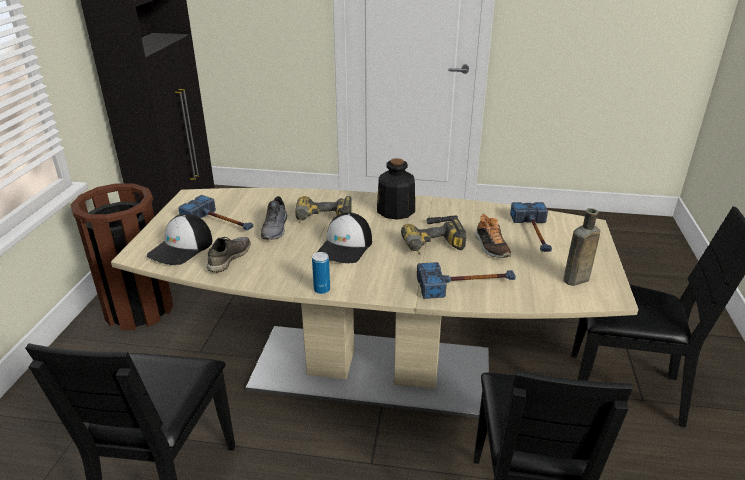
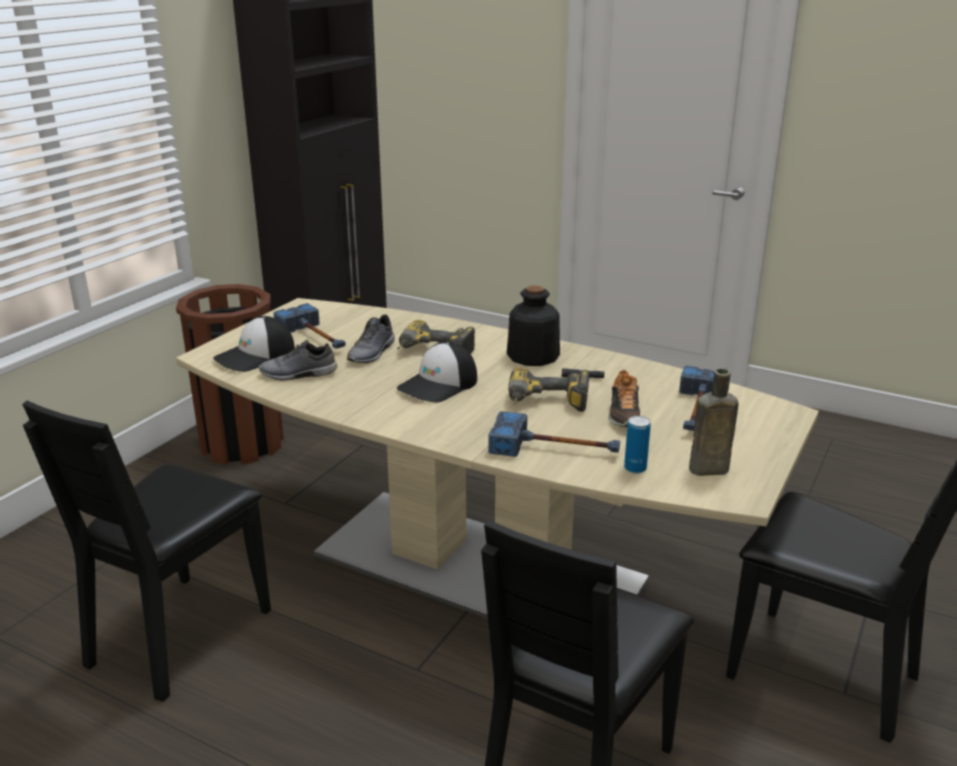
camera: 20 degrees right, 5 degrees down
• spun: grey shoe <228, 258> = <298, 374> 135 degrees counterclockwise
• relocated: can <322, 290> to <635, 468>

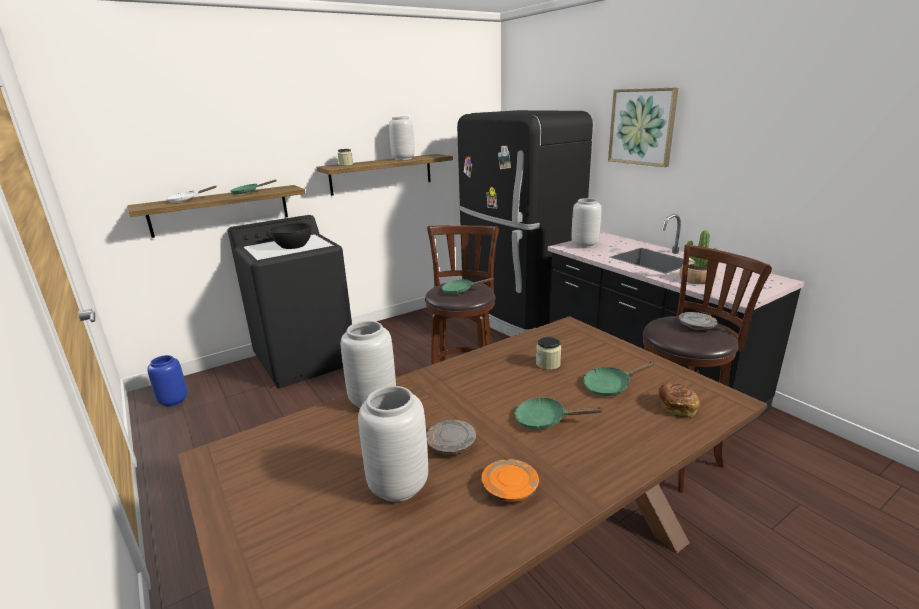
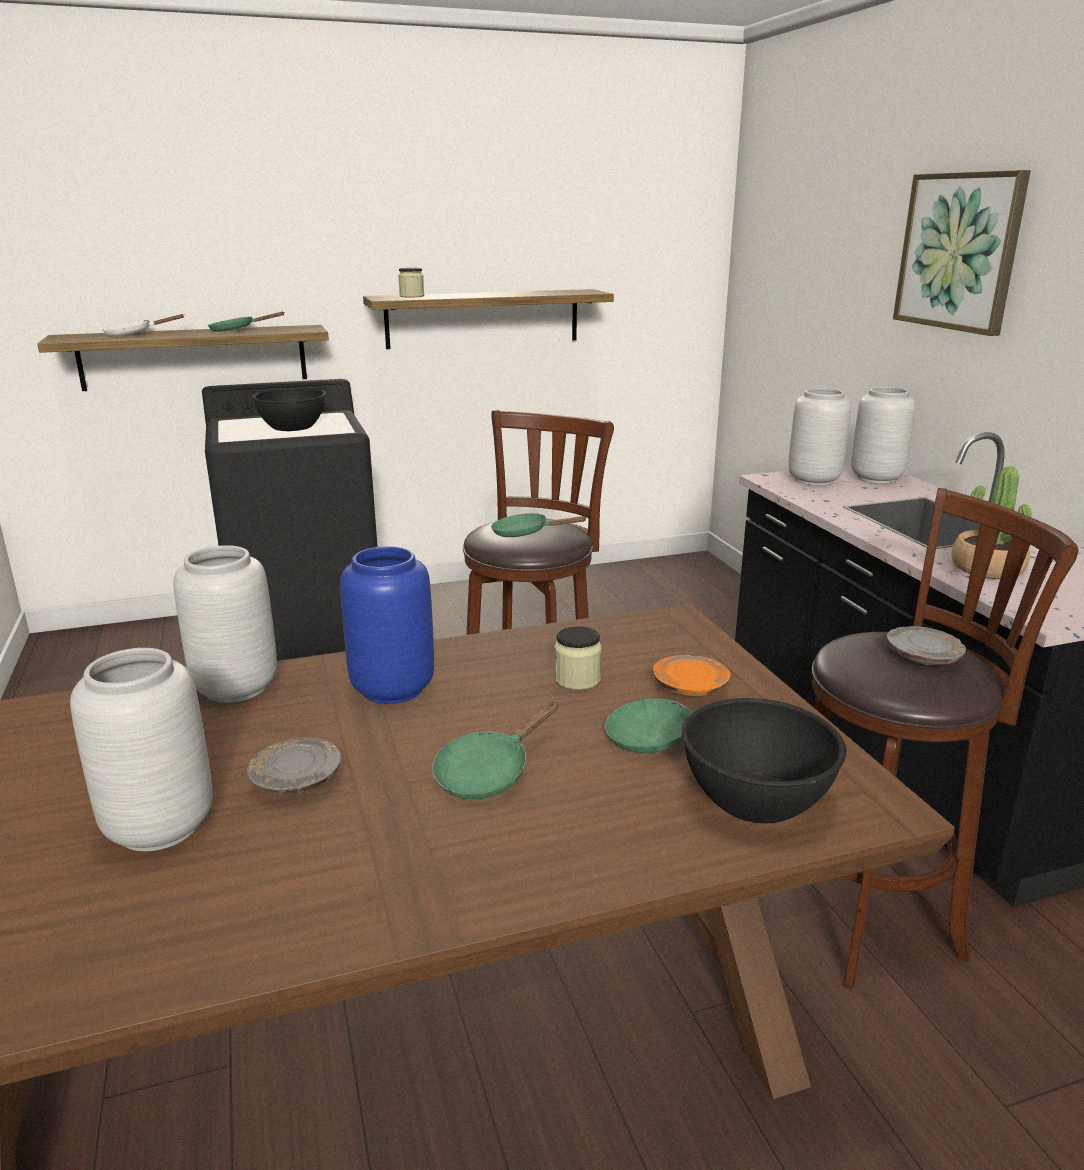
camera: 15 degrees right, 0 degrees up
• relocated: blue vase <174, 400> to <394, 688>
• spun: green frying pan <545, 420> = <488, 772> 75 degrees counterclockwise
• relocated: orange plate <509, 488> to <689, 687>
• exchanged: bread <676, 407> to black bowl <755, 797>
• relocated: grey vase <403, 159> to <875, 478>
• missing: black fridge <516, 315>

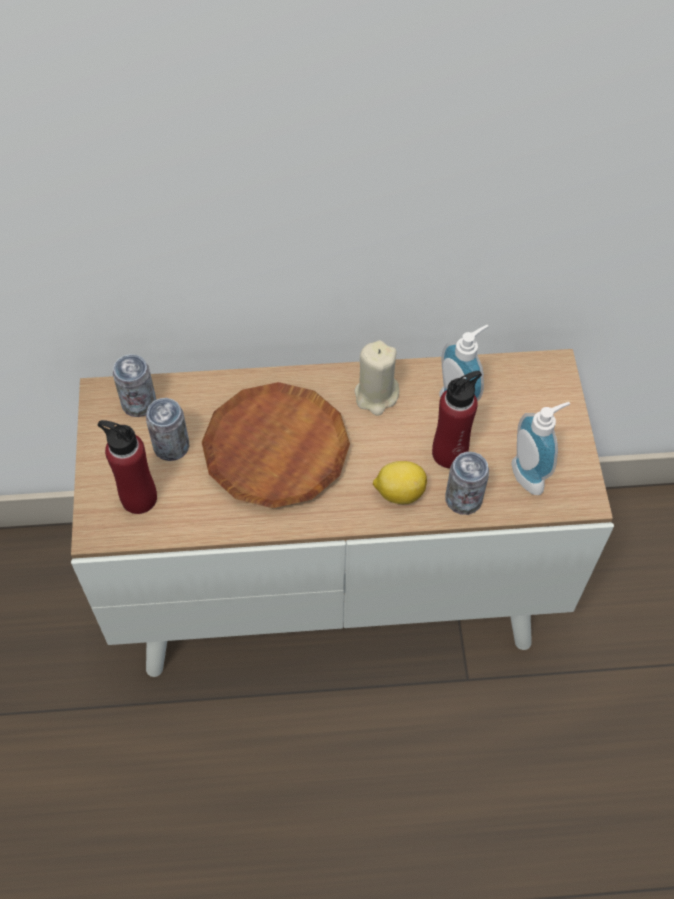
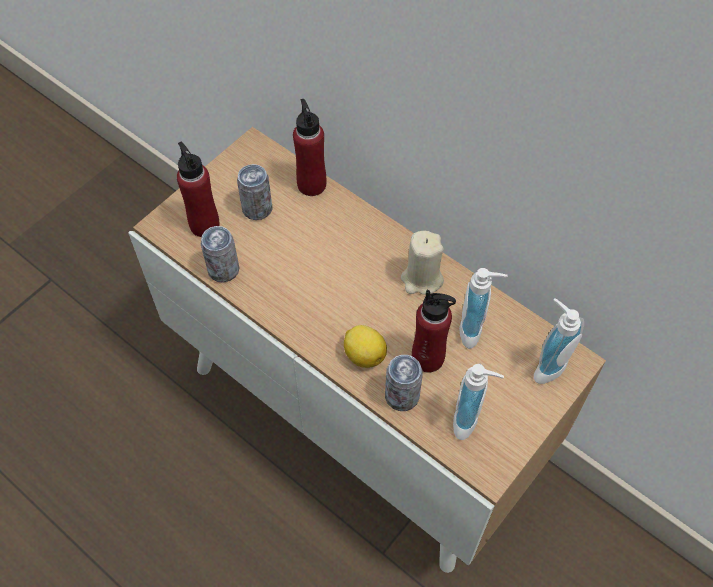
camera: 45 degrees right, 0 degrees up
• relocated: can <139, 403> to <223, 270>
• appeared: red bottle <311, 184>
• appeared: soap dispenser <546, 365>
• missing: brown plate <276, 450>

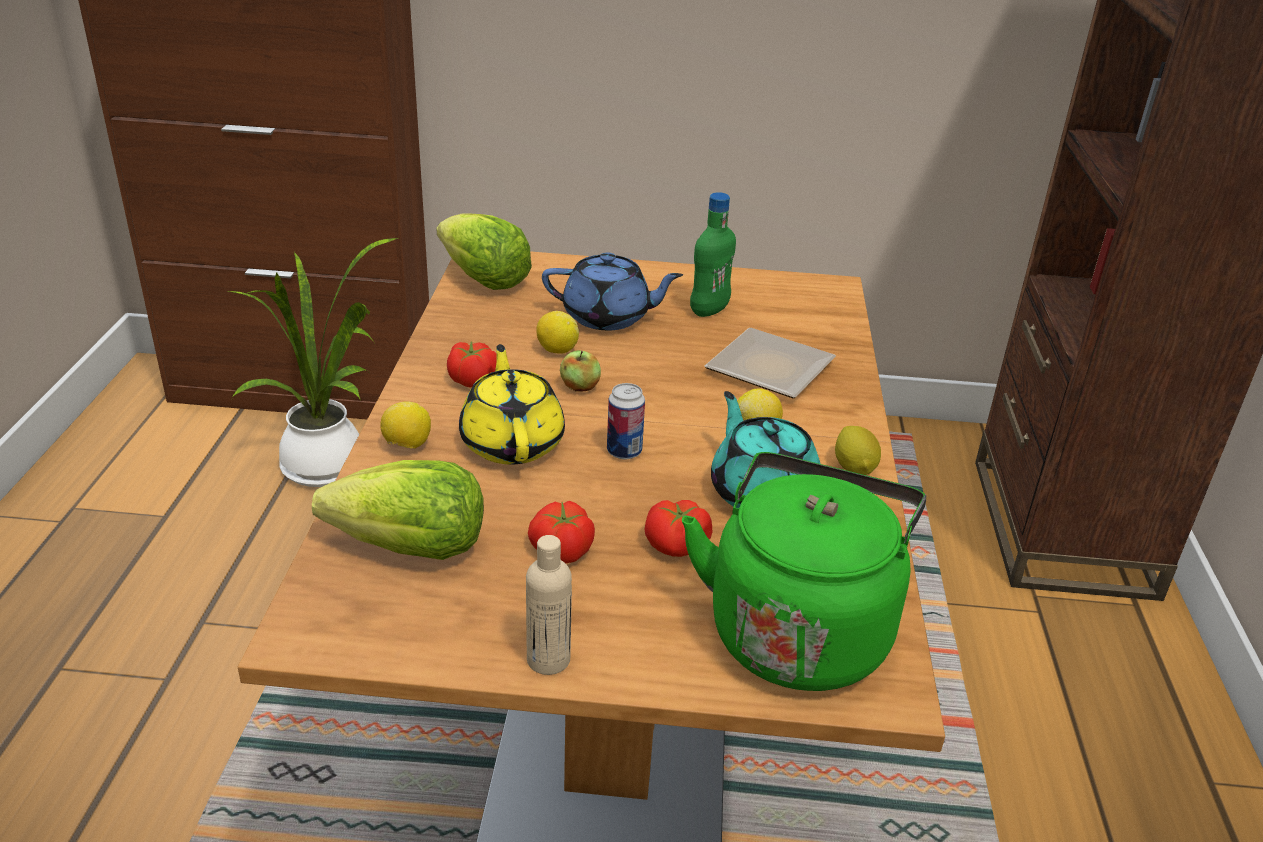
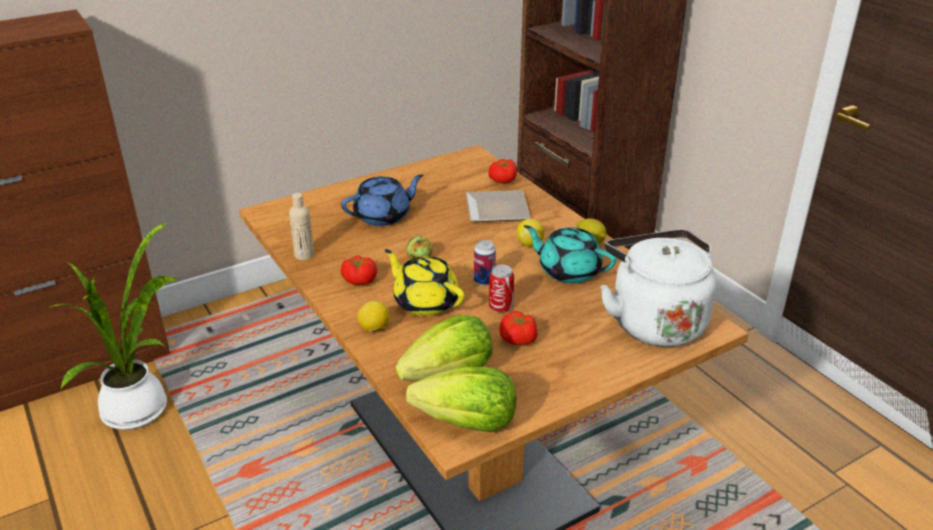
camera: 35 degrees left, 0 degrees up
• relocated: beige bottle <548, 659> to <304, 255>
• relocated: lettuce <484, 280> to <468, 423>
• relocated: tomato <677, 546> to <503, 180>
• appeared: can <500, 307>
• colour: green kettle <799, 629> to white kettle <654, 321>
• missing: lemon <557, 350>
• missing: green bottle <709, 310>

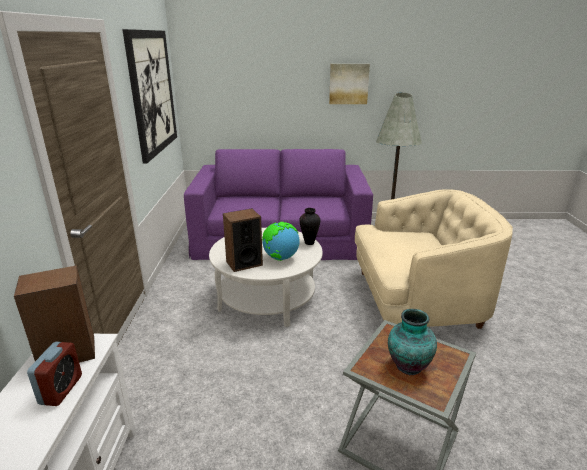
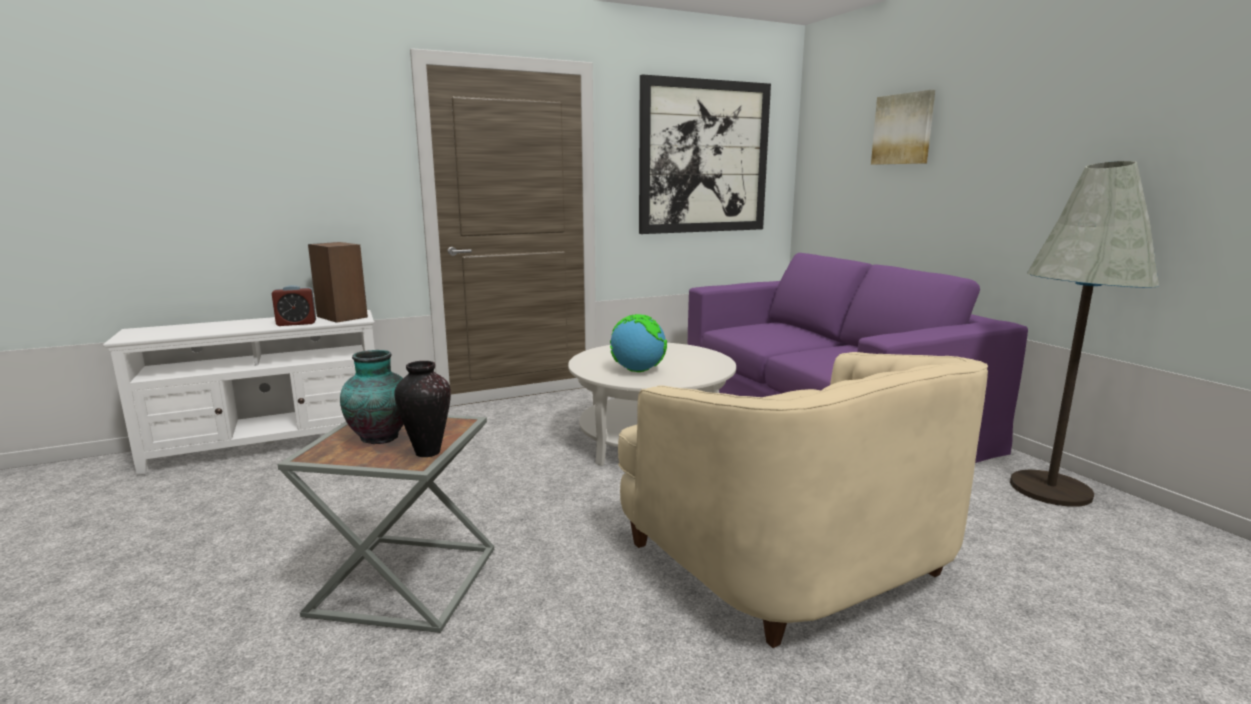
camera: 65 degrees right, 10 degrees down
• relocated: vase <309, 243> to <427, 452>
• relocated: picture <348, 84> to <903, 129>
• missing: speaker <244, 263>

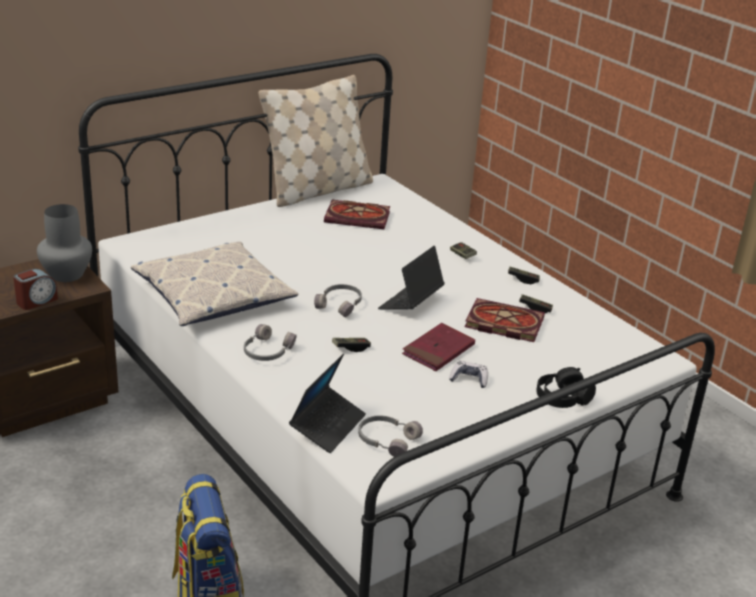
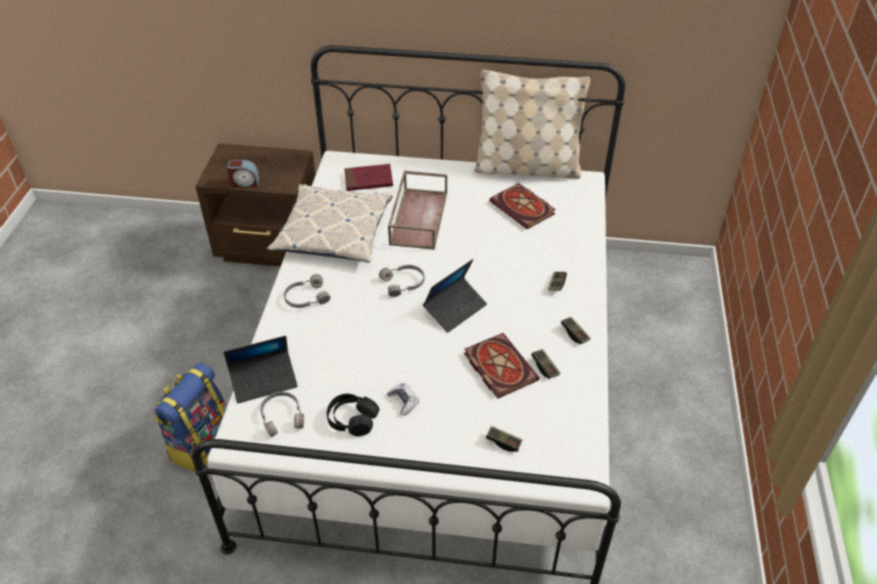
camera: 45 degrees right, 15 degrees up
• relocated: black headphones <563, 398> to <352, 420>
• relocated: red book <438, 350> to <368, 180>
• appeared: brown tray <418, 217>
• spun: laptop <410, 303> = <455, 309> 150 degrees clockwise
• relocated: game controller <351, 348> to <503, 442>
• missing: grey vase <66, 275>

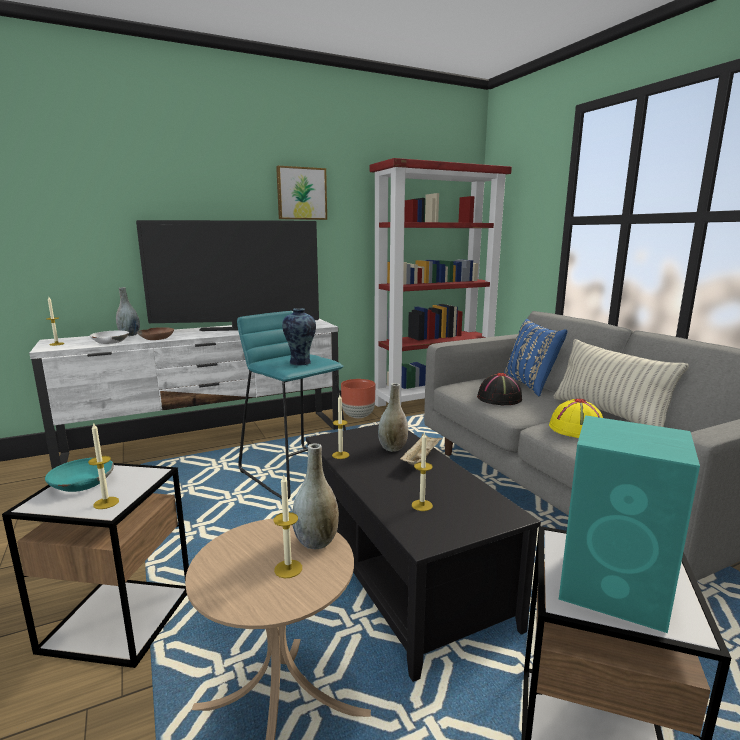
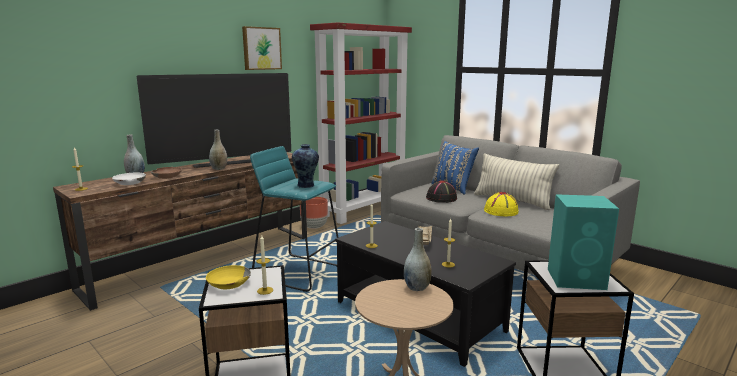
camera: 20 degrees left, 0 degrees up
• colour: white tv stand <210, 441> to brown tv stand <205, 261>
• colour: turquoise bowl <80, 483> to yellow bowl <228, 284>
• relocated: grey vase <392, 448> to <219, 169>
• missing: candle <288, 569>

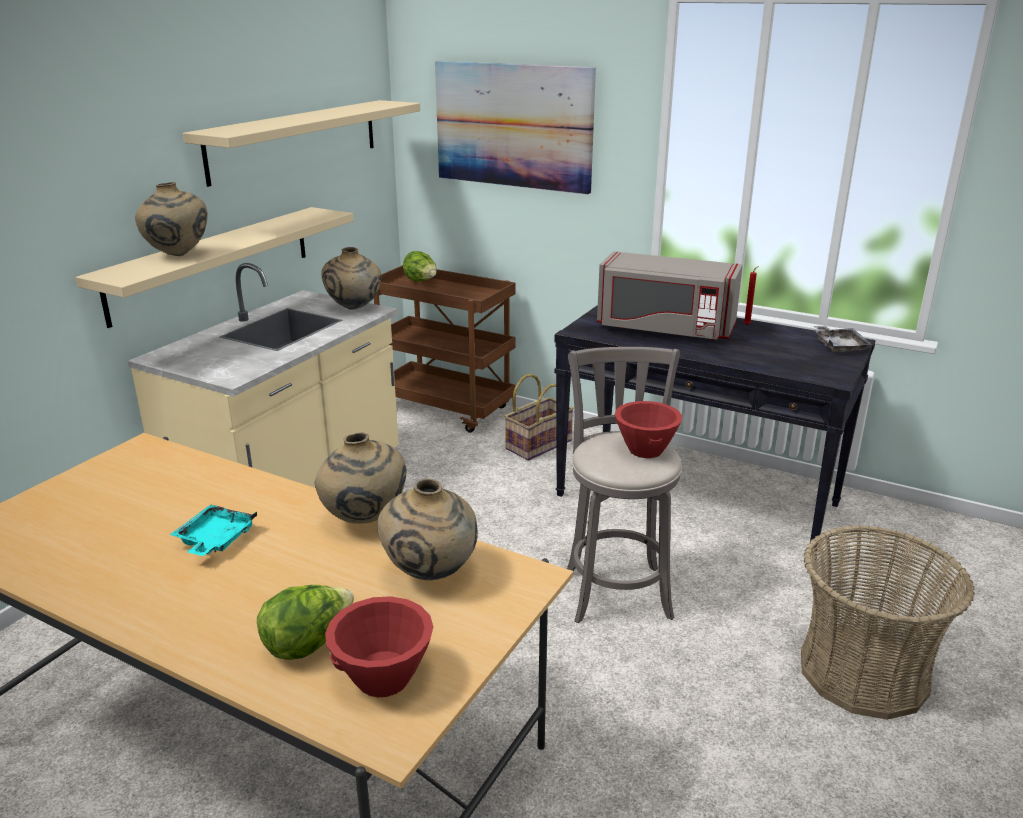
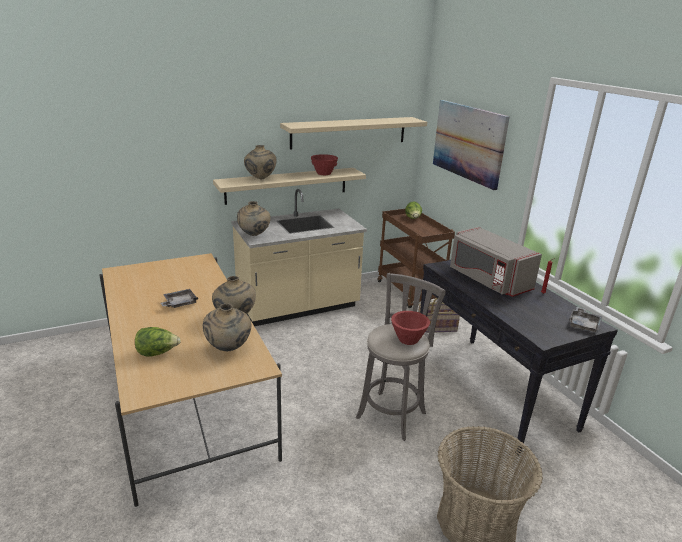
camera: 35 degrees right, 0 degrees up
• colour: turquoise tray <215, 540> to grey tray <179, 303>
• relocated: beige vase <354, 309> to <254, 235>
• relocated: red bowl <383, 678> to <324, 173>

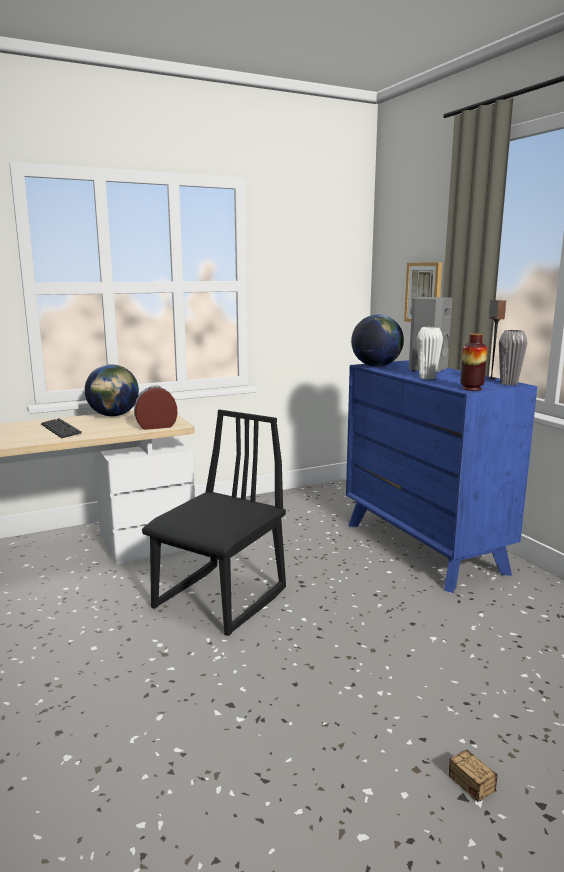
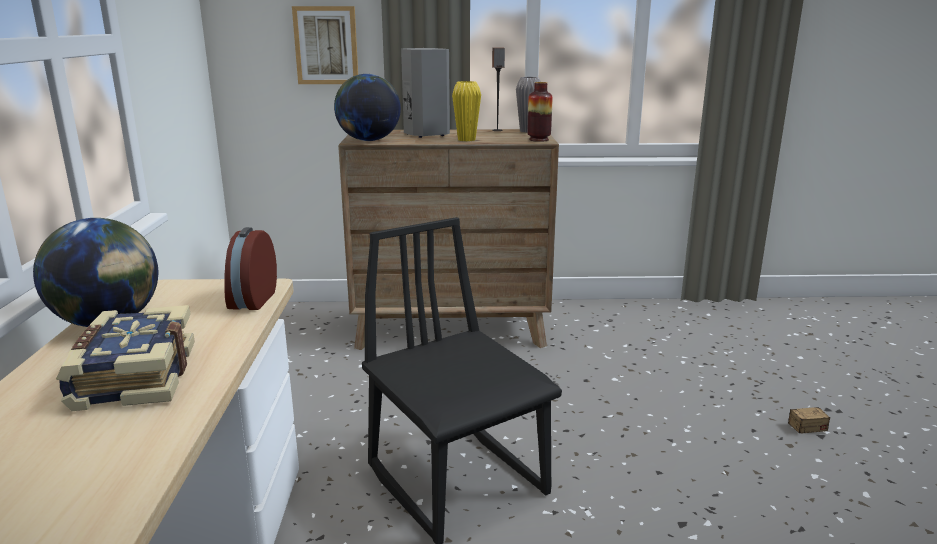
camera: 65 degrees left, 5 degrees up
• exchanged: keyboard <60, 430> to book <133, 377>
• colour: blue dresser <423, 547> to brown dresser <451, 329>
• colour: white vase <427, 378> to yellow vase <466, 140>

